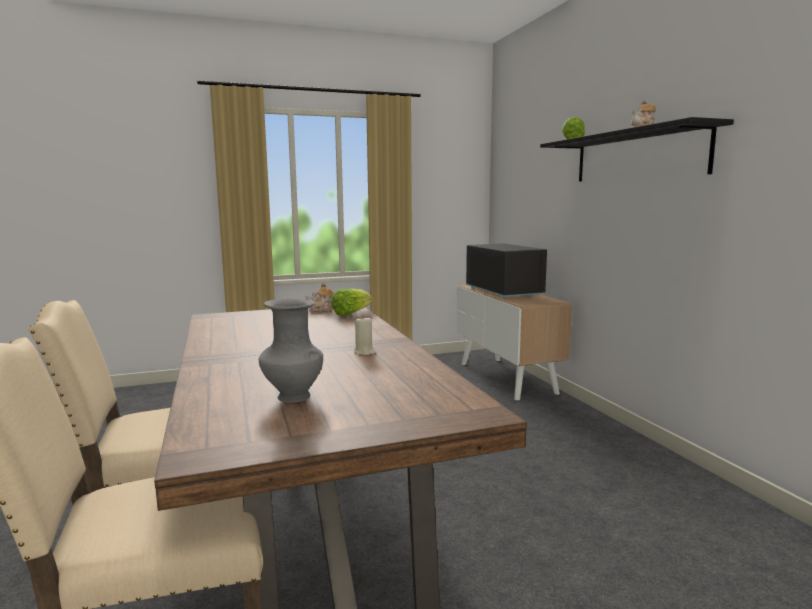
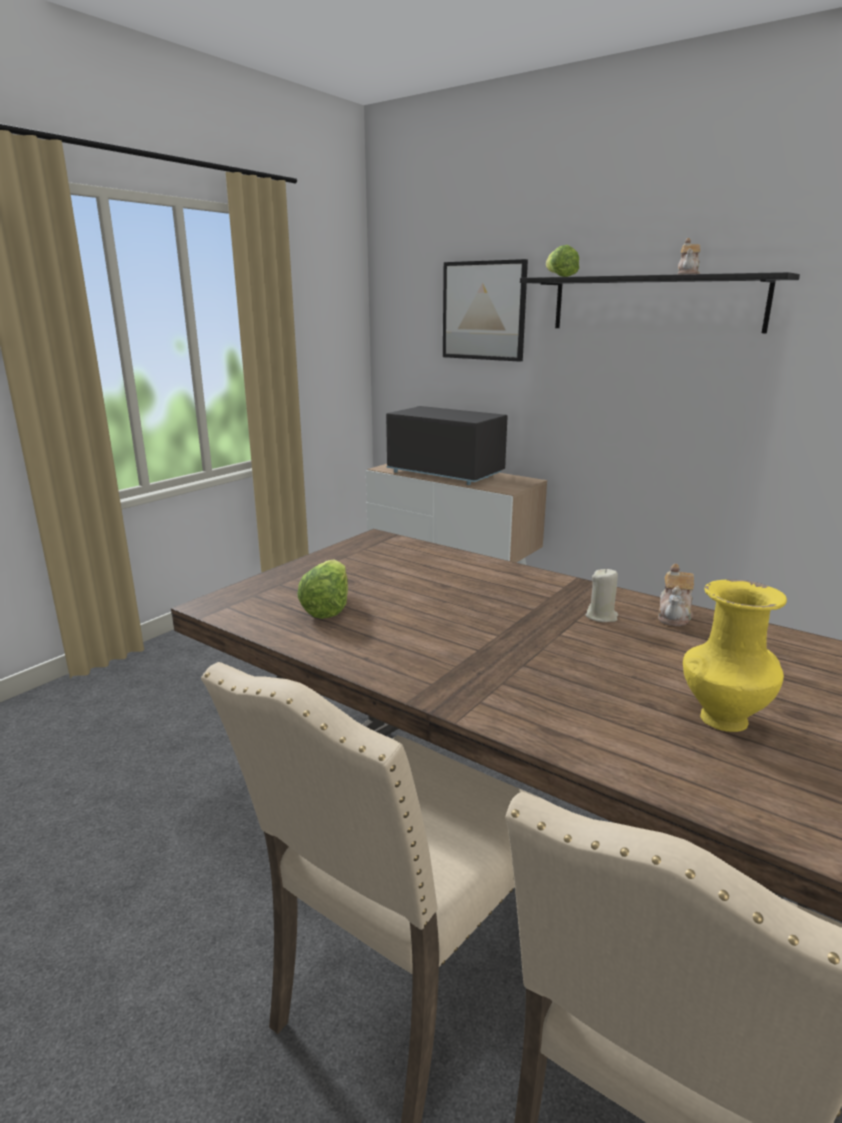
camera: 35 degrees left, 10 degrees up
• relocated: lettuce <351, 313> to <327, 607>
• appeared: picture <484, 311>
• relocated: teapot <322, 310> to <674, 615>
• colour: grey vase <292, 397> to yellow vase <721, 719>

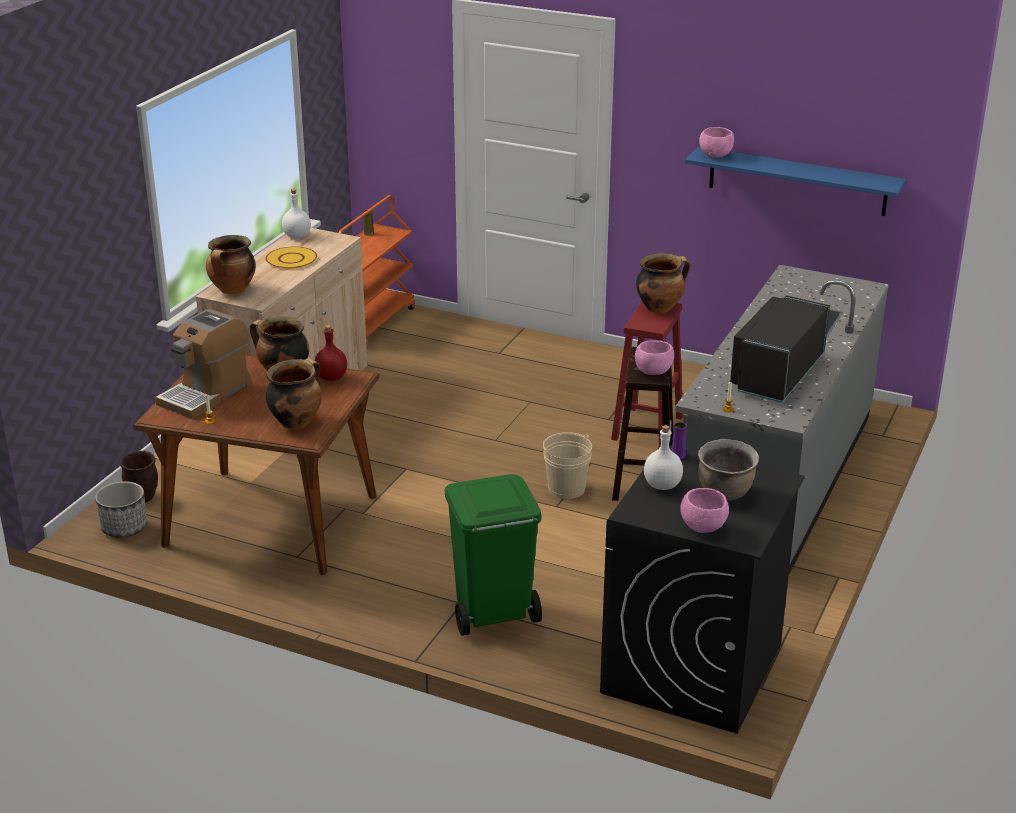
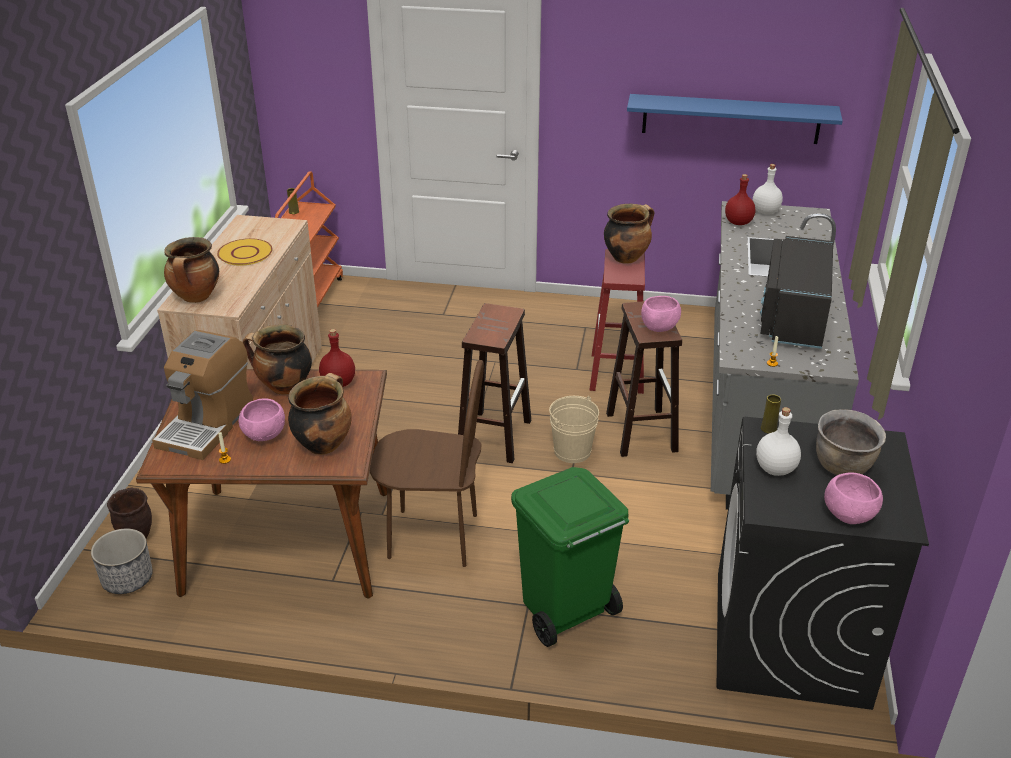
camera: 15 degrees left, 5 degrees up
• relocated: pink bowl <716, 155> to <265, 435>
• appeared: brown chair <433, 537>
• appeared: brown stool <494, 435>
• appeared: red bottle <737, 222>
• relocated: white bottle <296, 236> to <765, 211>
• colour: purple vase <678, 455> to yellow vase <768, 429>

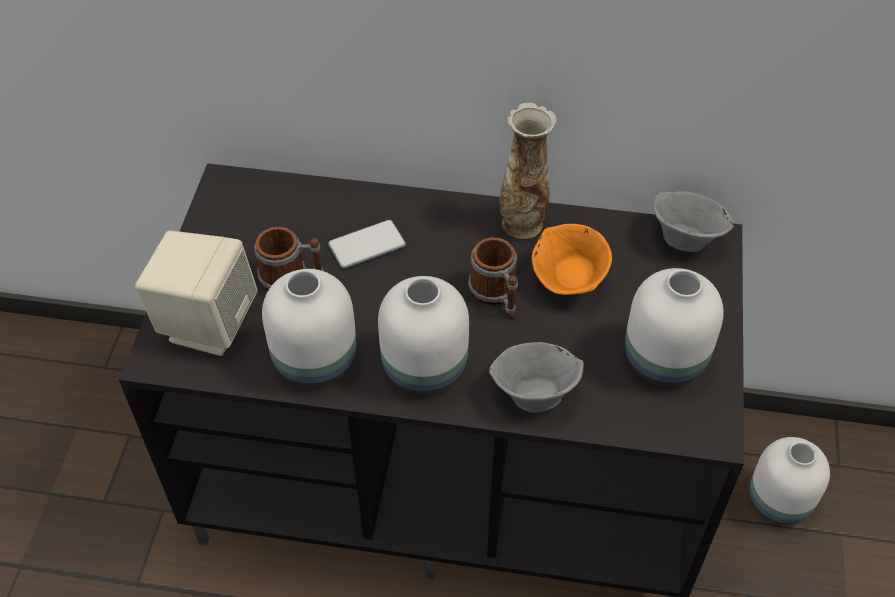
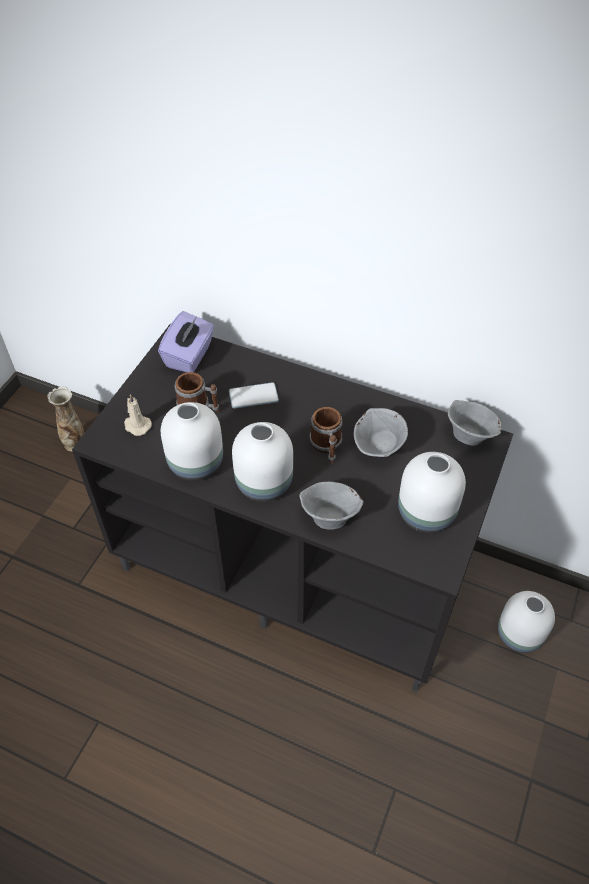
camera: 15 degrees right, 0 degrees up
• relocated: vase <522, 223> to <75, 442>
• exchanged: beige speaker <207, 323> to beige candle <137, 425>
• appeared: purple tissue box <189, 356>
• colour: orange bowl <569, 282> to grey bowl <379, 448>

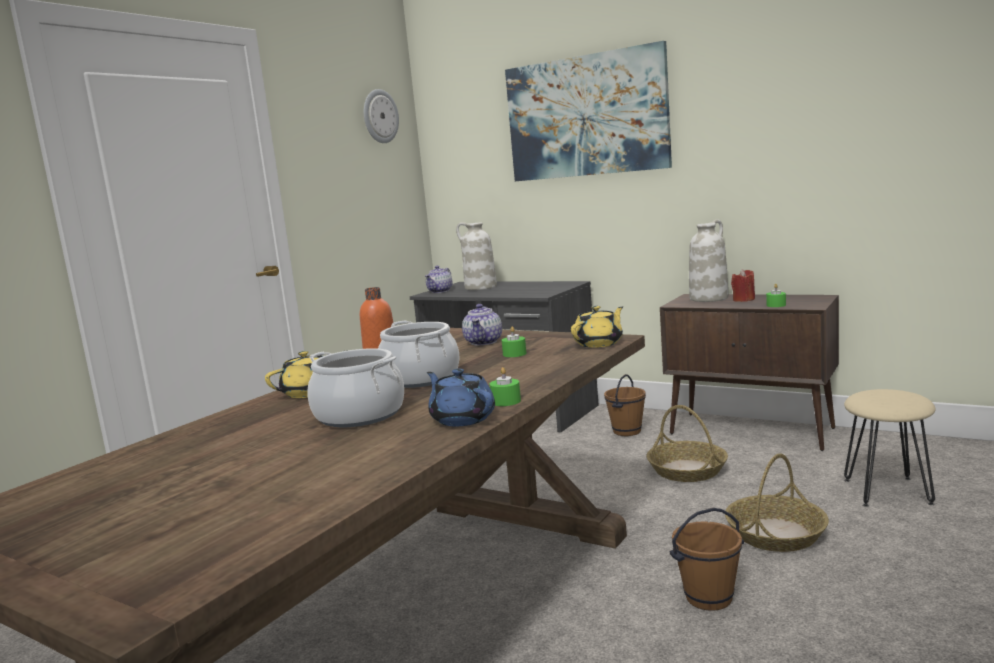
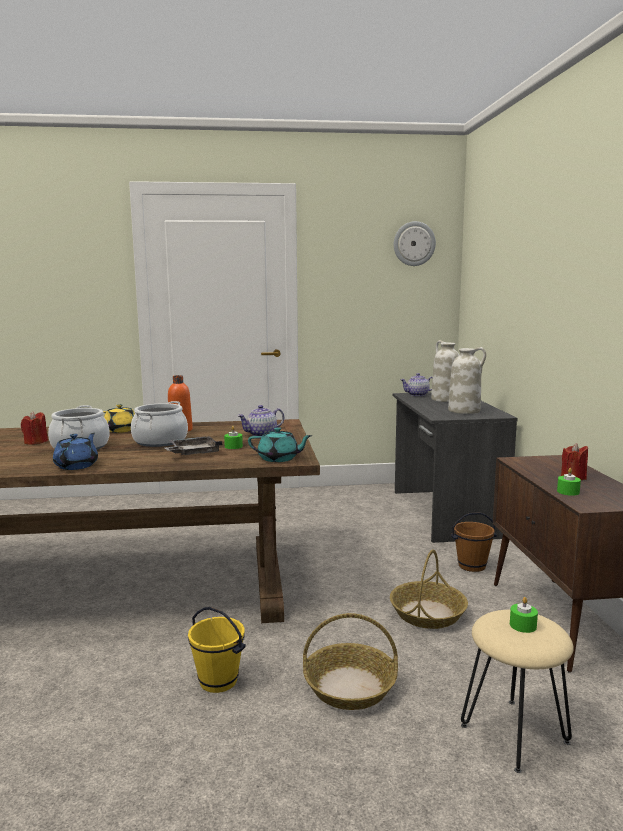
camera: 50 degrees right, 0 degrees up
• appeared: red candle <35, 442>
• appeared: grey tray <193, 453>
• colour: brown bucket <708, 597> to yellow bucket <219, 681>
• colour: yellow teapot <599, 343> to turquoise teapot <279, 459>
• relocated: white vase <709, 298> to <464, 411>
• relocated: green candle <506, 401> to <523, 625>
• missing: picture <586, 116>

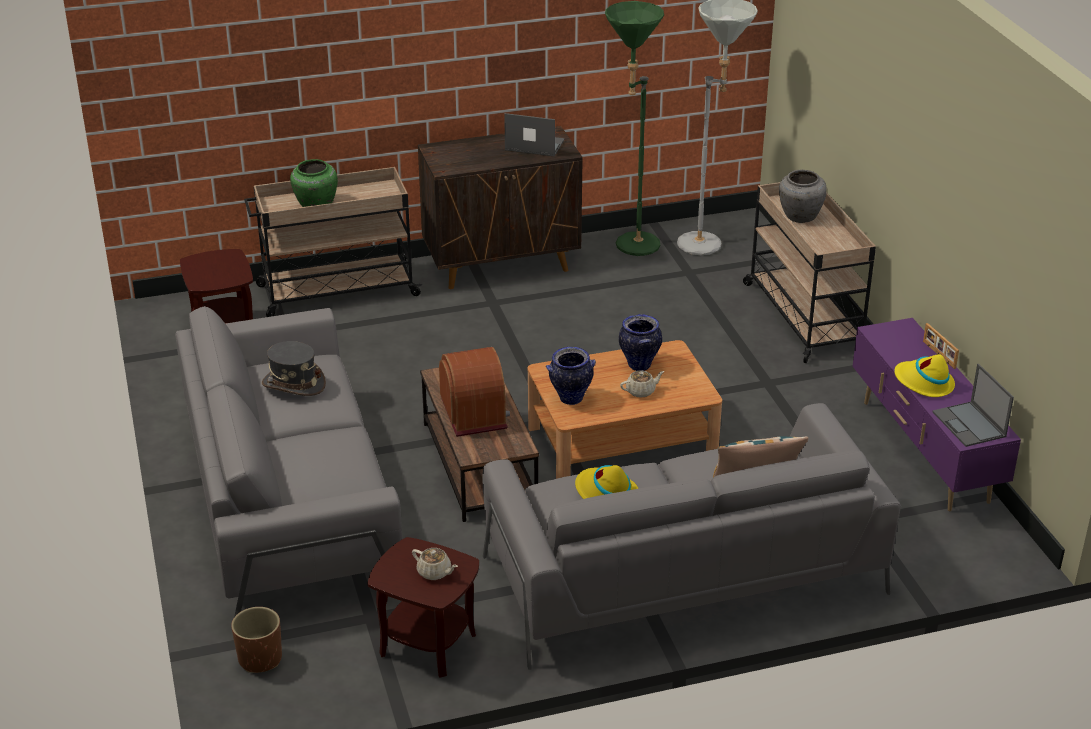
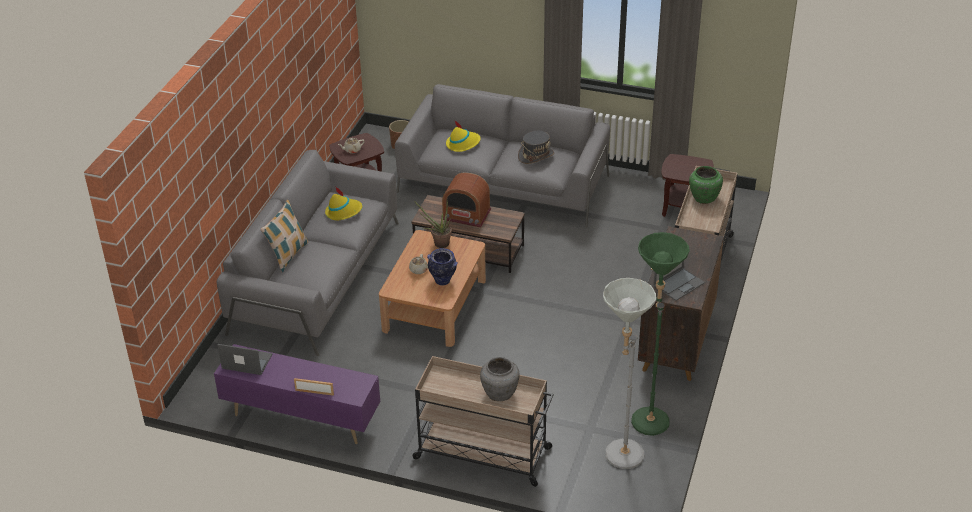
camera: 125 degrees right, 5 degrees up
• exchanged: vase <570, 399> to potted plant <438, 243>
• relocated: yellow hat <923, 383> to <463, 144>

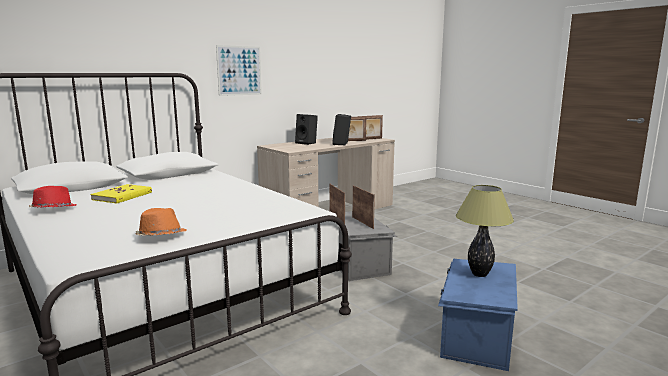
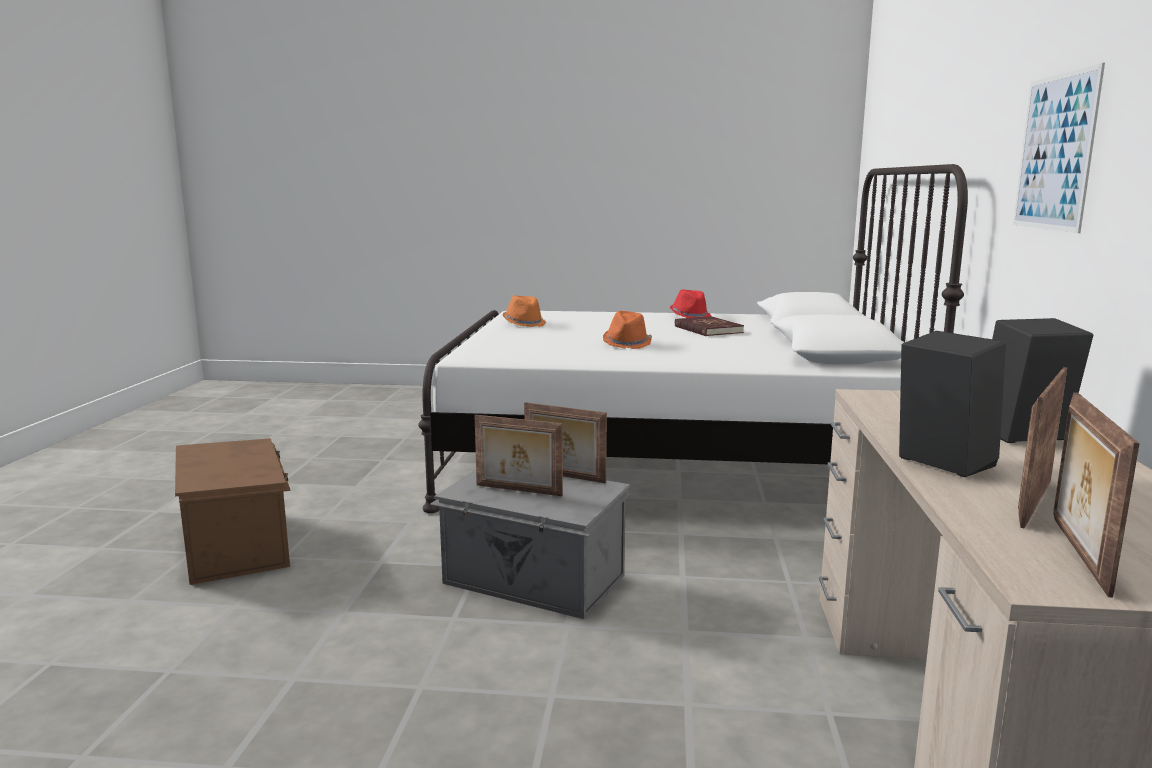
camera: 135 degrees right, 0 degrees up
• colour: blue storage box <475, 336> to brown storage box <238, 544>
• appeared: orange hat <627, 344>
• colour: yellow book <122, 196> to red book <707, 329>
• missing: table lamp <480, 274>

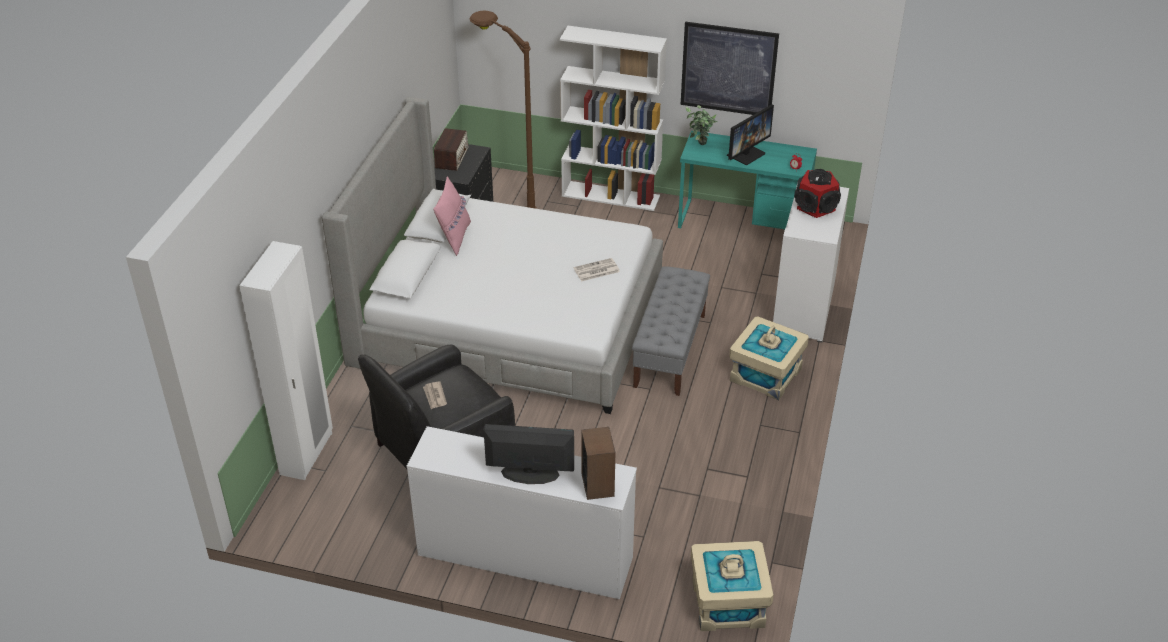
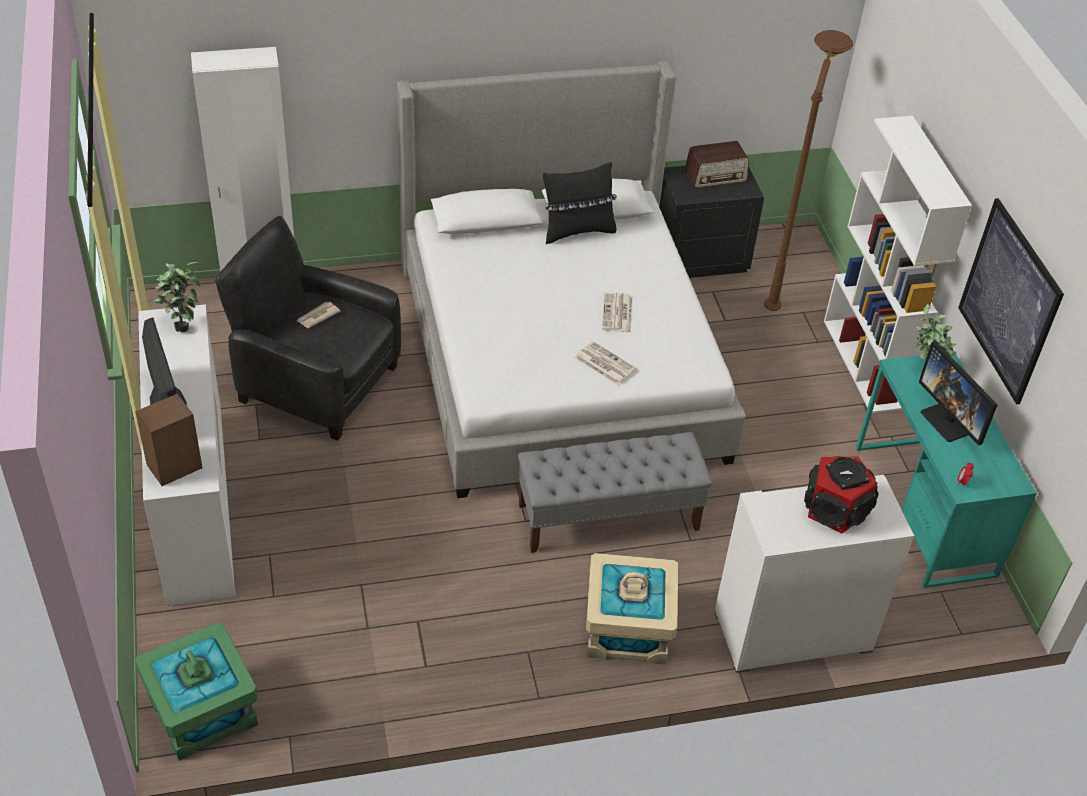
camera: 60 degrees right, 5 degrees up
• colour: beige storage box <728, 604> to green storage box <202, 711>
• appeared: potted plant <182, 324>
• colour: pink pillow <454, 237> to black pillow <577, 231>
• appeared: newspaper <617, 314>
• spun: monitor <746, 154> = <950, 421> 45 degrees clockwise

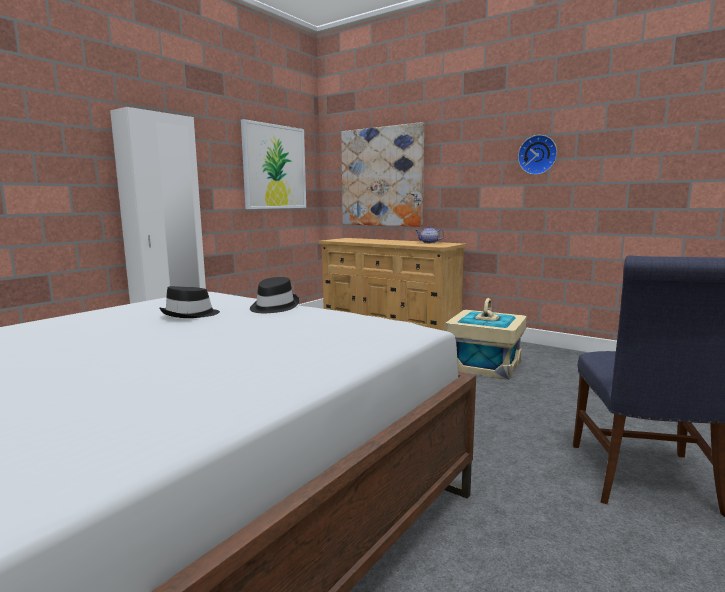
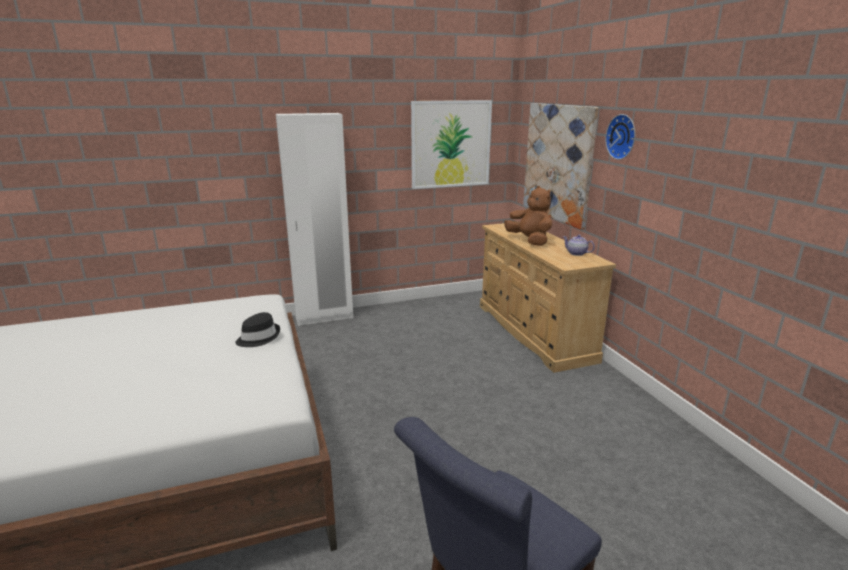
camera: 35 degrees right, 10 degrees up
• appeared: brown plush toy <529, 241>
• relocated: wall clock <538, 155> to <623, 137>
• missing: black hat <190, 314>
• missing: beige storage box <485, 365>

